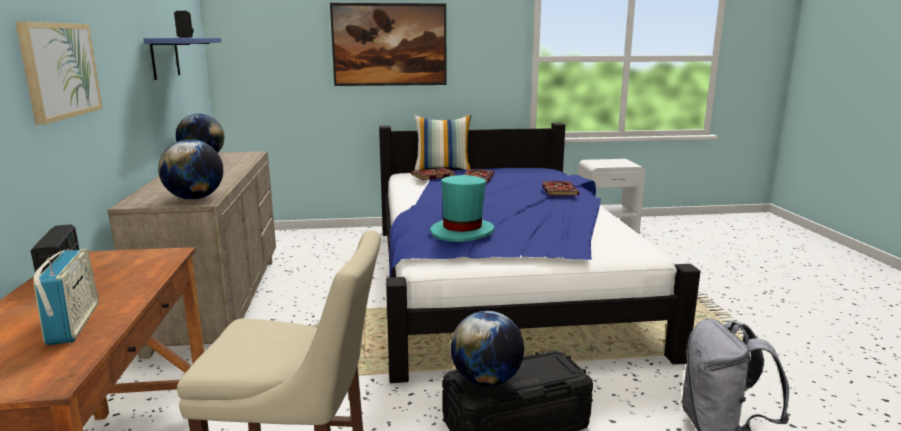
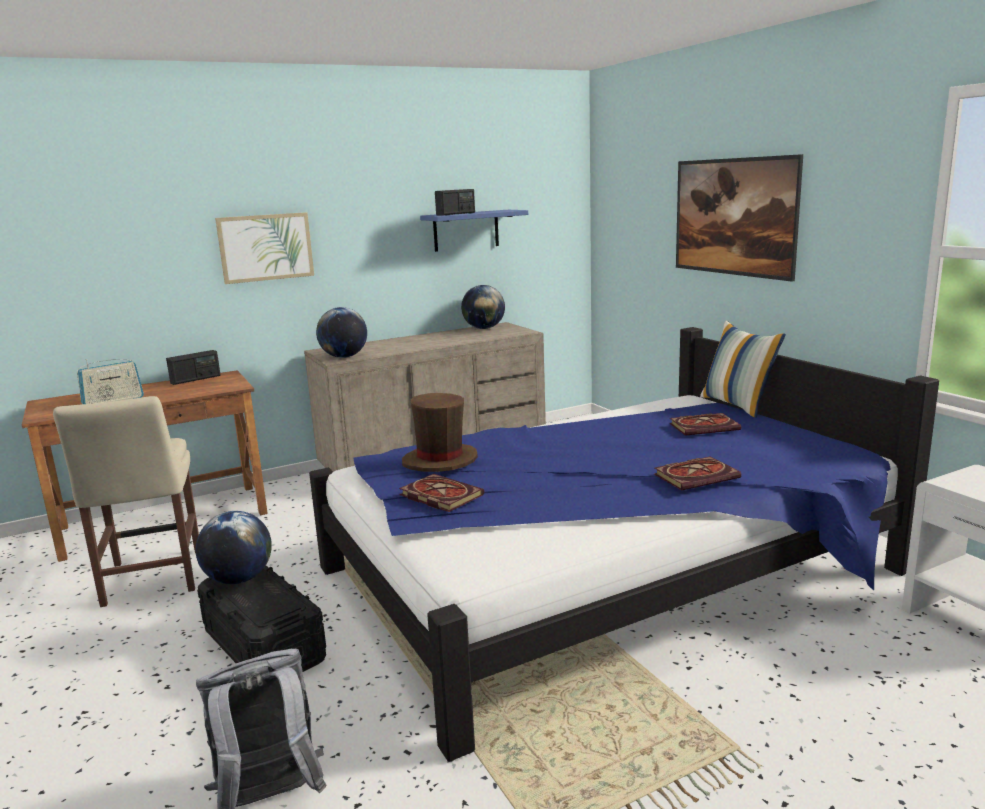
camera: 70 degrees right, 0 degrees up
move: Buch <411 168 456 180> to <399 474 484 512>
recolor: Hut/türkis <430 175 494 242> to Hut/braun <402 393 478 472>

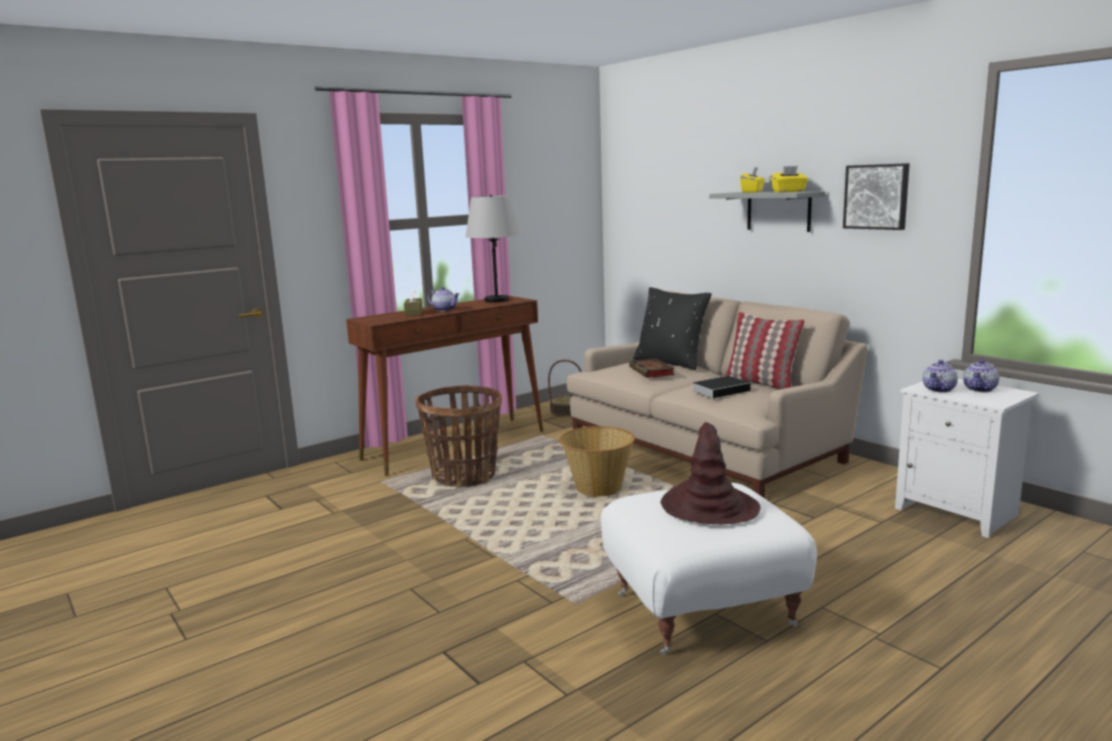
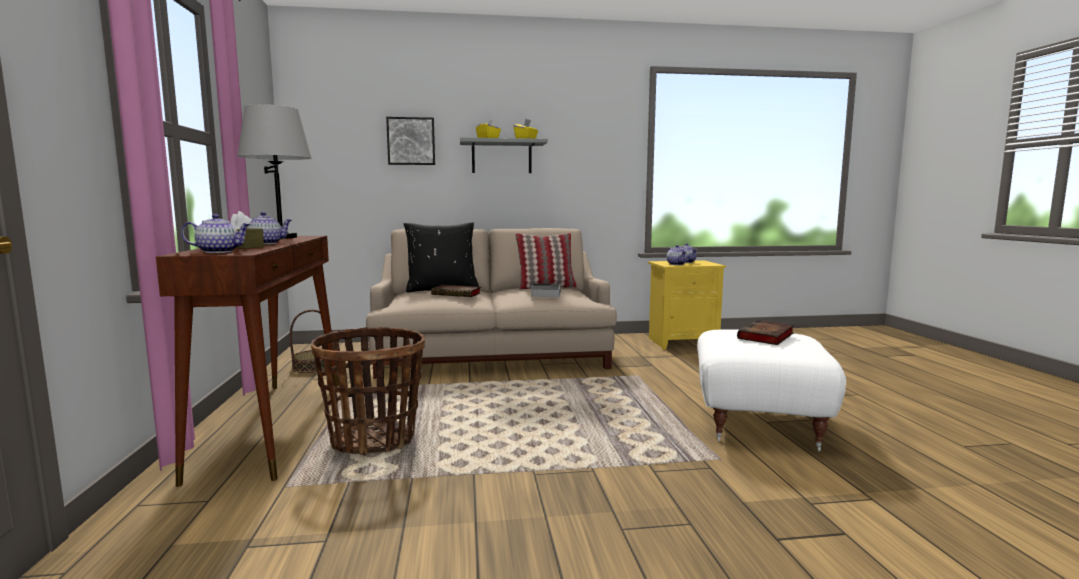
camera: 60 degrees left, 5 degrees down
delete: Korb <559 426 635 497>
insert: Teekanne <181 214 251 253>
move: Bild <843 163 910 230> to <386 117 435 165>
replace: Hut/braun <661 422 761 524> to Buch <737 320 794 345>
recolor: Nachttisch/weiß <895 379 1039 538> to Nachttisch/gelb <648 260 726 350>

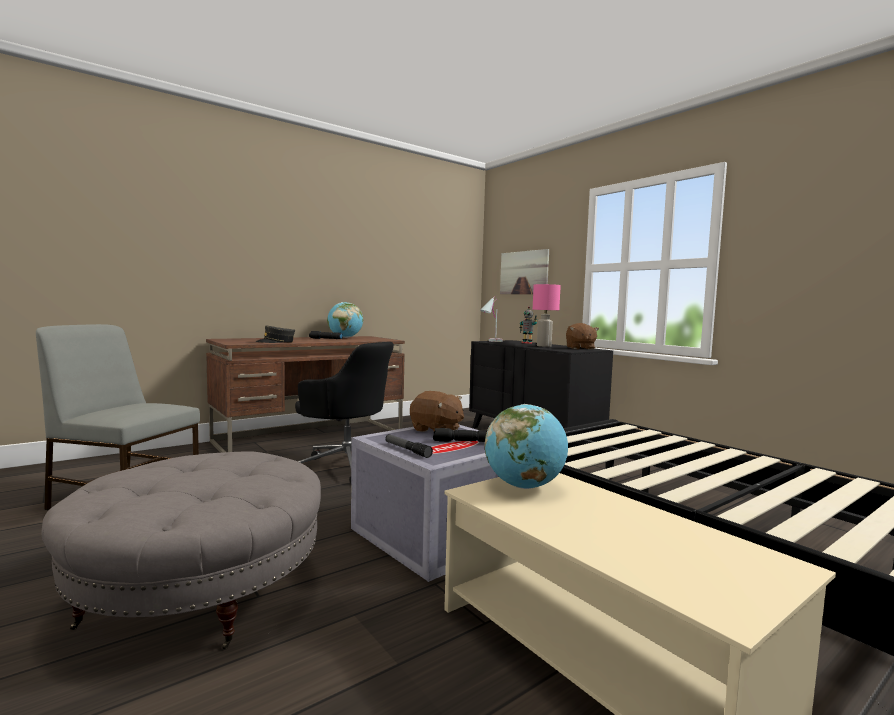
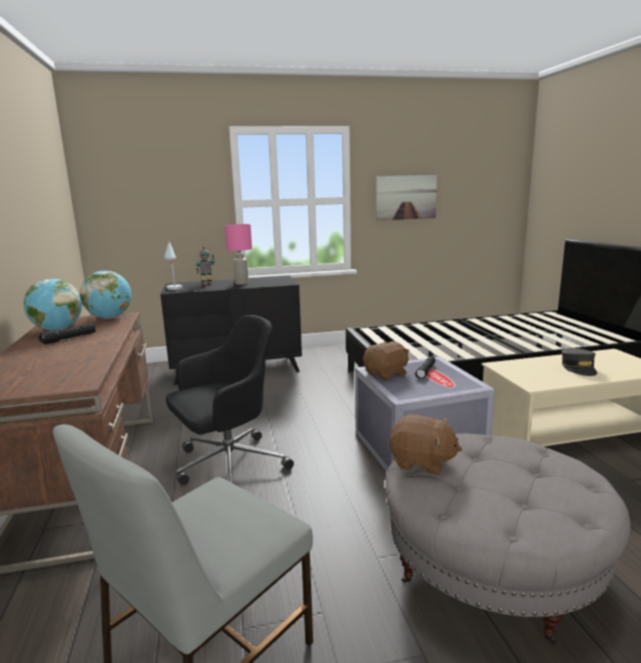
camera: 65 degrees left, 10 degrees up
delete: Taschenlampe <385 434 433 458>
move: Kappe/grau <255 325 295 343> to <562 348 597 376>; Globus <485 404 568 489> to <80 271 131 319>; Bild <500 249 549 294> to <376 175 437 221>; Plüschtier/braun <566 323 599 350> to <390 415 462 475>

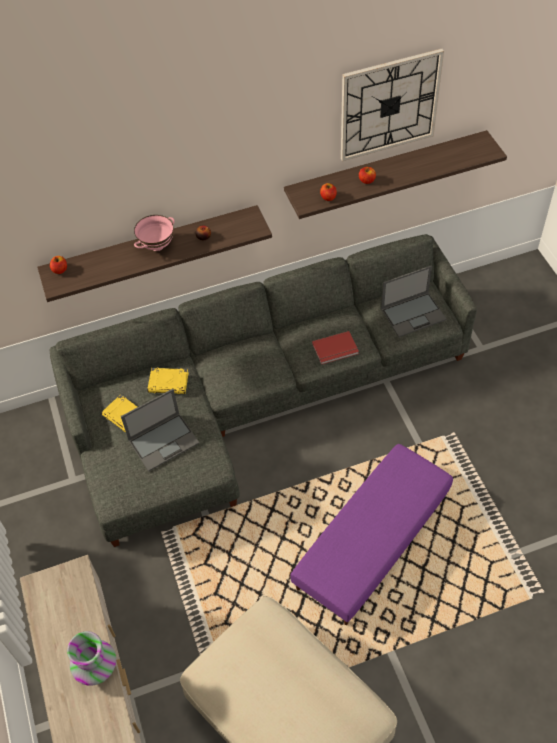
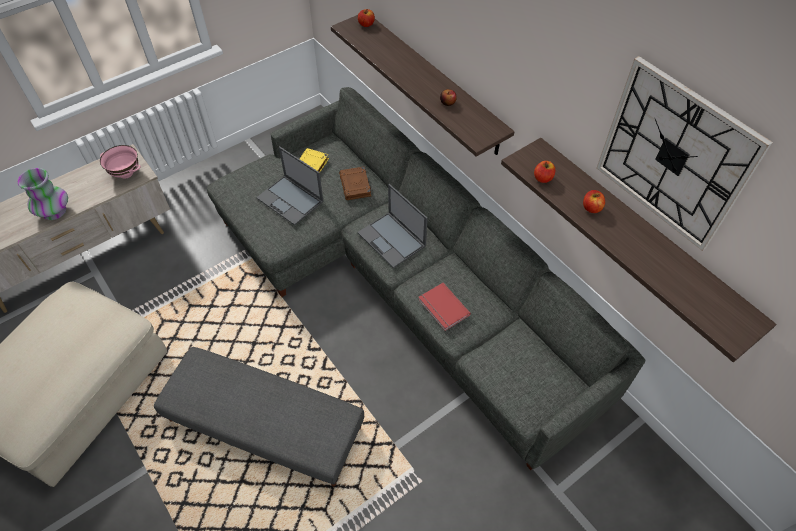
camera: 70 degrees right, 0 degrees up
move: Schüssel/rosa <134 215 175 251> to <100 145 141 179>; Laptop <381 265 447 337> to <358 184 428 268>
recolor: Buch/gelb <147 368 189 394> to Buch/braun <339 166 371 200>; Polsterhocker/lila <291 444 453 625> to Polsterhocker/grau <154 347 364 487>

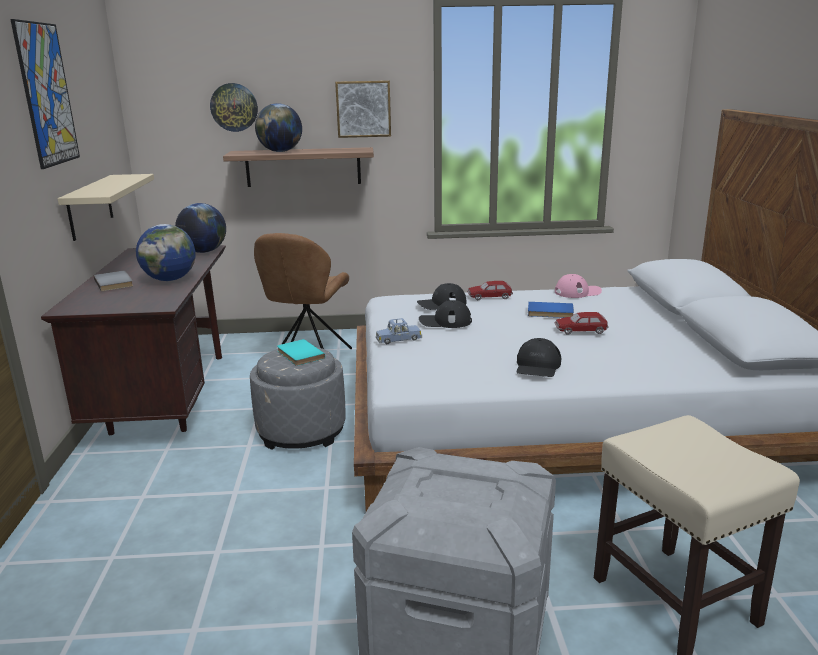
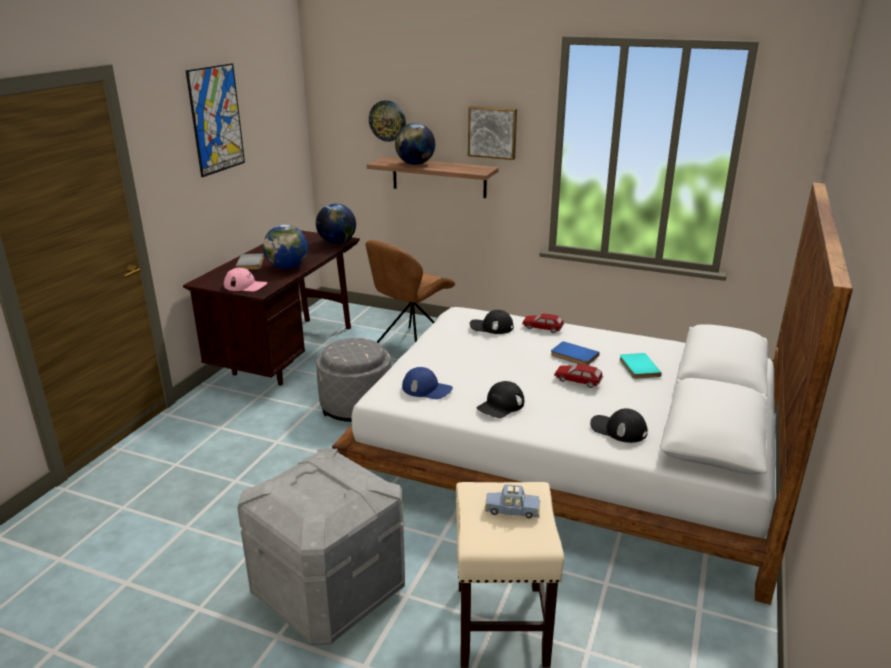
camera: 25 degrees right, 5 degrees up
delete: Wandregal/beige <58 174 154 241>
insert: Kappe/blau <402 367 453 399>
move: Buch/türkis <277 339 325 366> to <619 353 662 379>; Spielzeugauto/blau <376 318 422 344> to <485 484 540 519>; Kappe/schwarz <419 300 472 328> to <590 408 648 443>; Kappe/rosa <555 274 602 298> to <224 268 267 291>

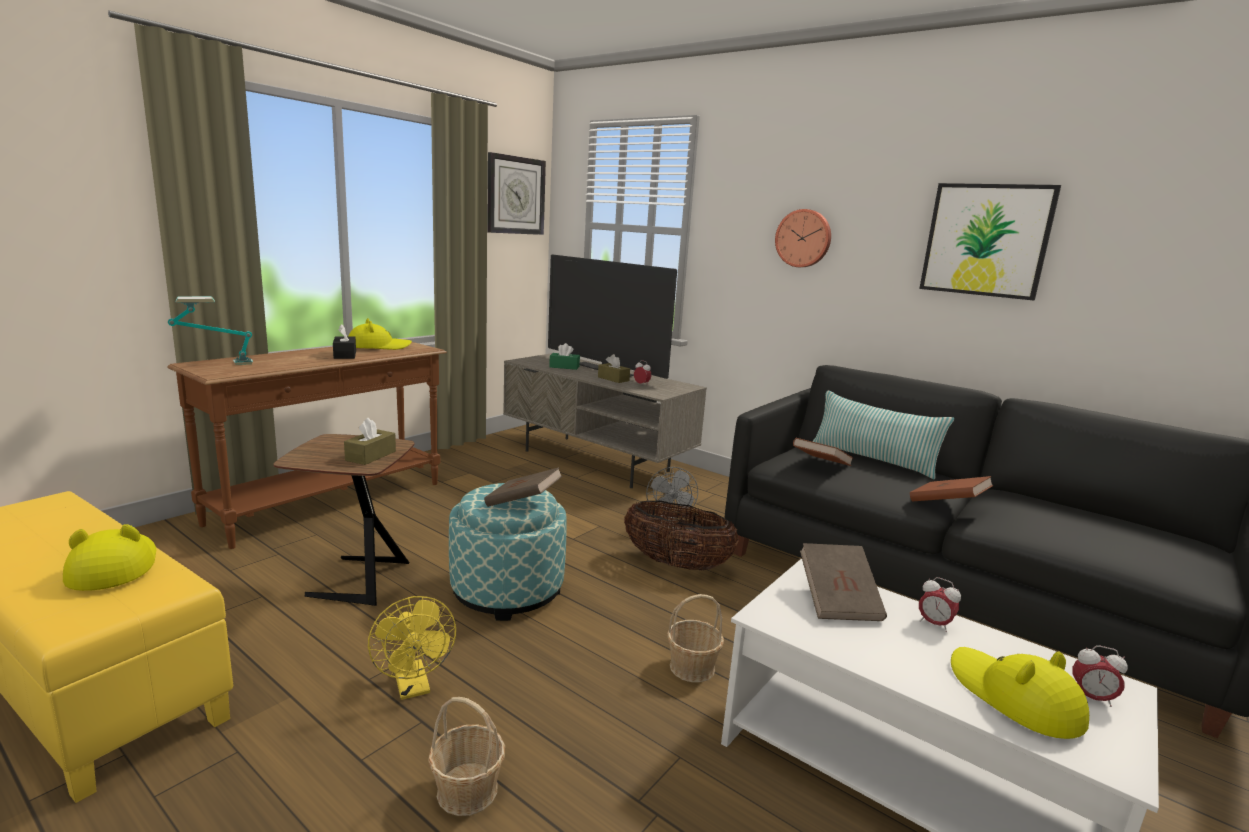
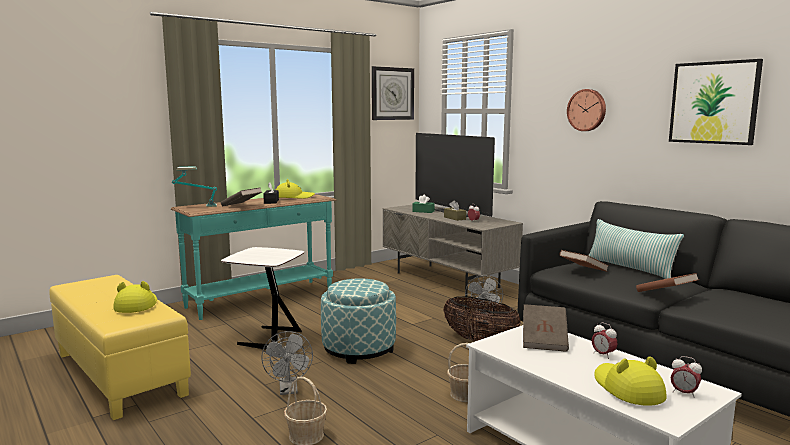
camera: 15 degrees right, 5 degrees down
delete: Taschentuchbox/braun <344 418 396 465>
move: Buch/braun <484 467 562 507> to <221 187 262 206>
recolor: Konsolentisch/braun <167 342 447 549> to Konsolentisch/türkis <171 194 337 320>; Beistelltisch/braun <273 434 415 606> to Beistelltisch/weiß <221 247 305 350>; Ventilator/gelb <368 596 456 700> to Ventilator/grau <261 331 313 395>

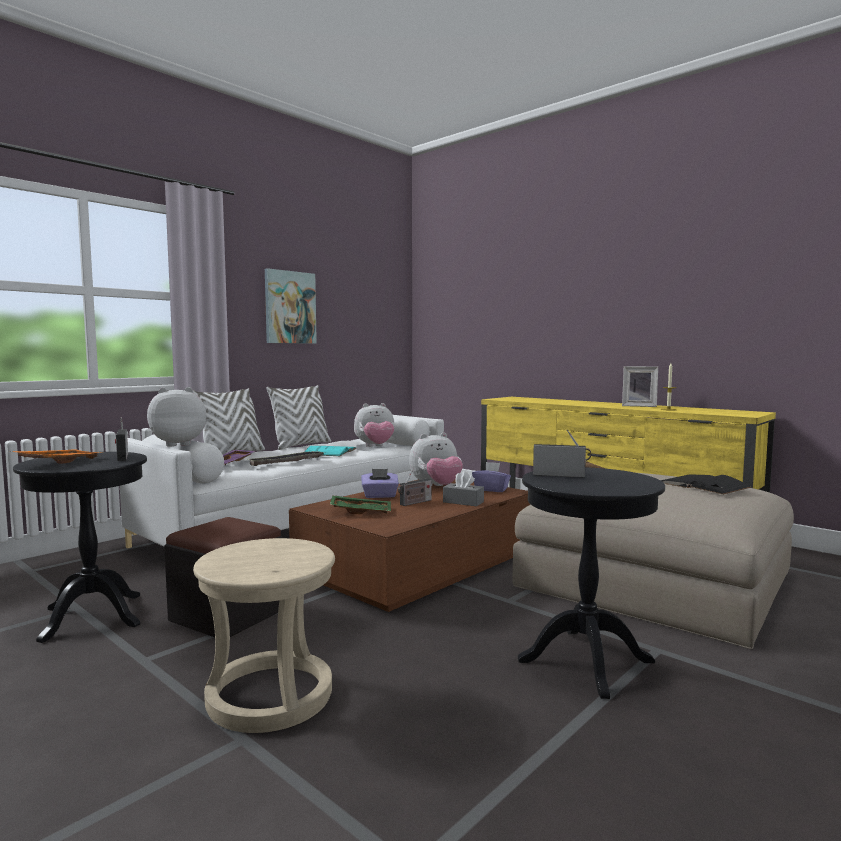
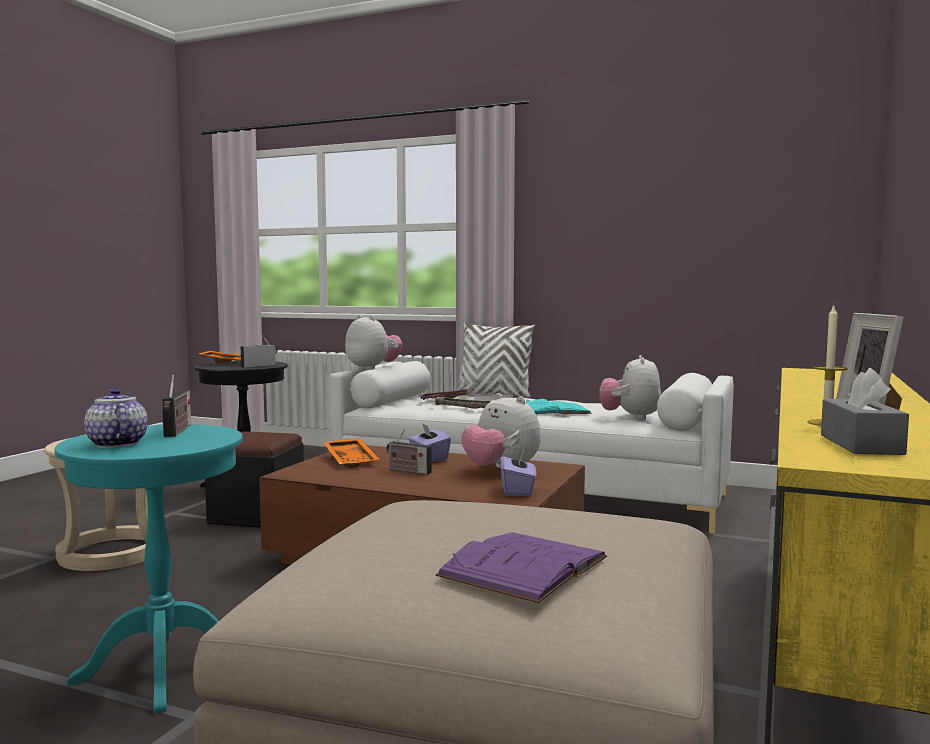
camera: 70 degrees right, 0 degrees up
delete: Bild <265 268 317 344>; Kissen/weiß <266 385 331 450>
insert: Teekanne <84 388 148 448>
move: Taschentuchbox/grau <443 471 484 506> to <821 368 909 455>
recolor: Tablett/grün <330 495 391 514> to Tablett/orange <324 438 379 468>; Beistelltisch/schwarz <518 467 665 699> to Beistelltisch/türkis <54 424 243 714>; Buch/schwarz <661 474 751 495> to Buch/lila <435 532 607 603>
rotate: Plüschtier <354 403 395 447> = <599 355 661 420> 45 degrees clockwise

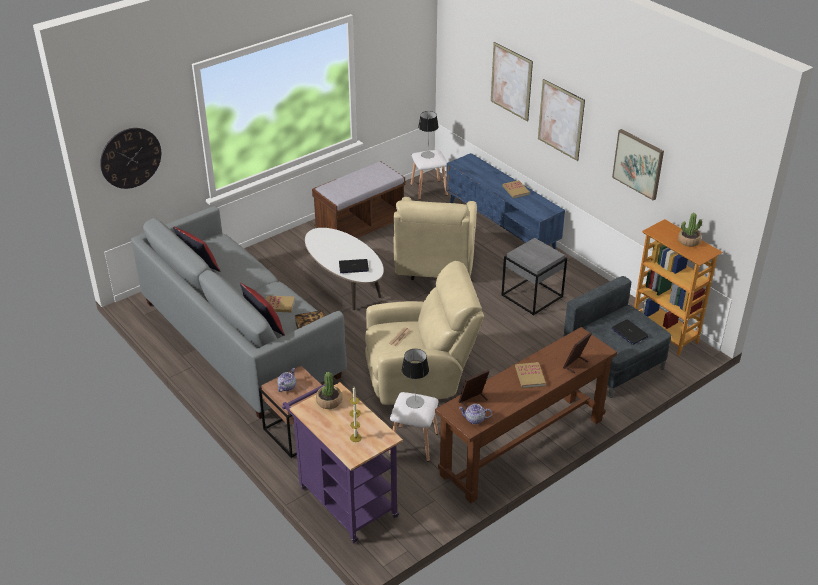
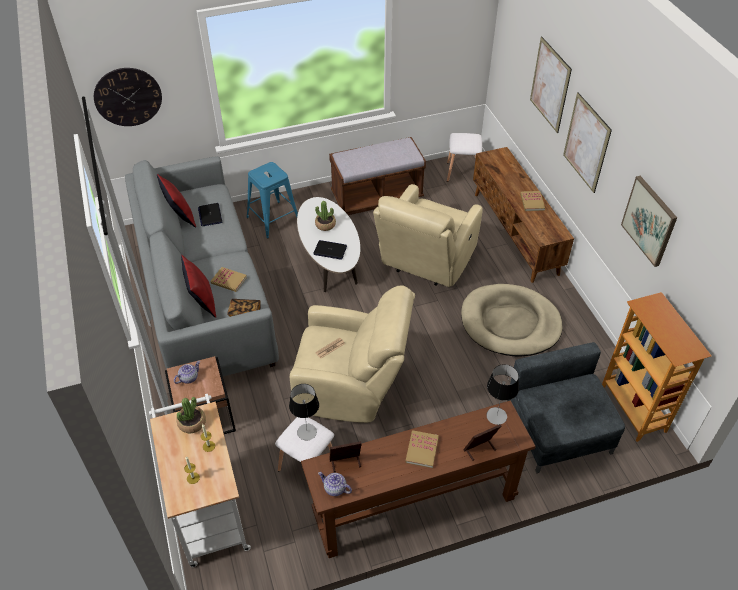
camera: 20 degrees right, 10 degrees up
insert: Hocker/blau <247 162 298 239>
move: Tischlampe <418 111 439 159> to <486 364 519 425>; Laptop <611 319 649 345> to <198 203 222 226>; Topfpflanze <678 213 702 247> to <315 201 336 231>
replace: Beistelltisch/grau <501 238 567 316> to Hundebett/beige <461 284 563 357>
recolor: Rollwagen/lila <282 382 403 543> to Rollwagen/weiß <149 394 251 567>; Fernsehschrank/blau <446 153 565 250> to Fernsehschrank/braun <473 147 574 283>

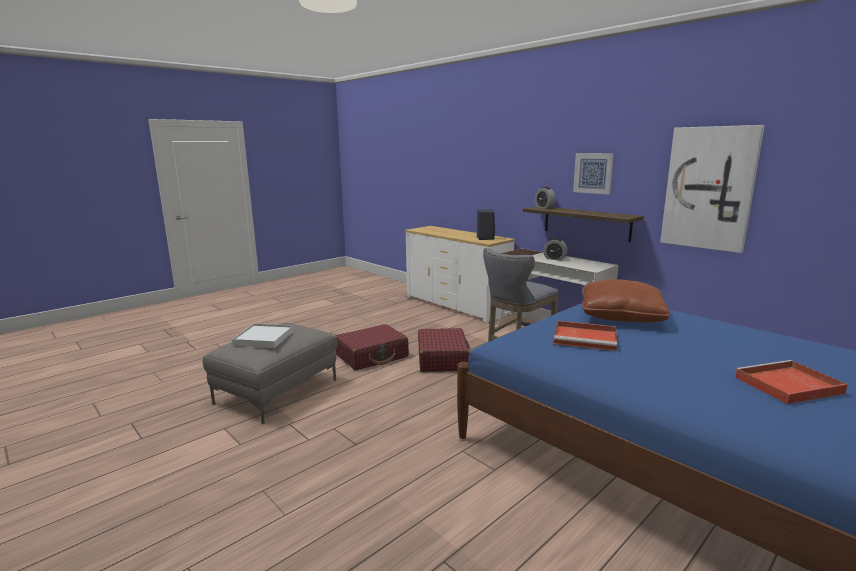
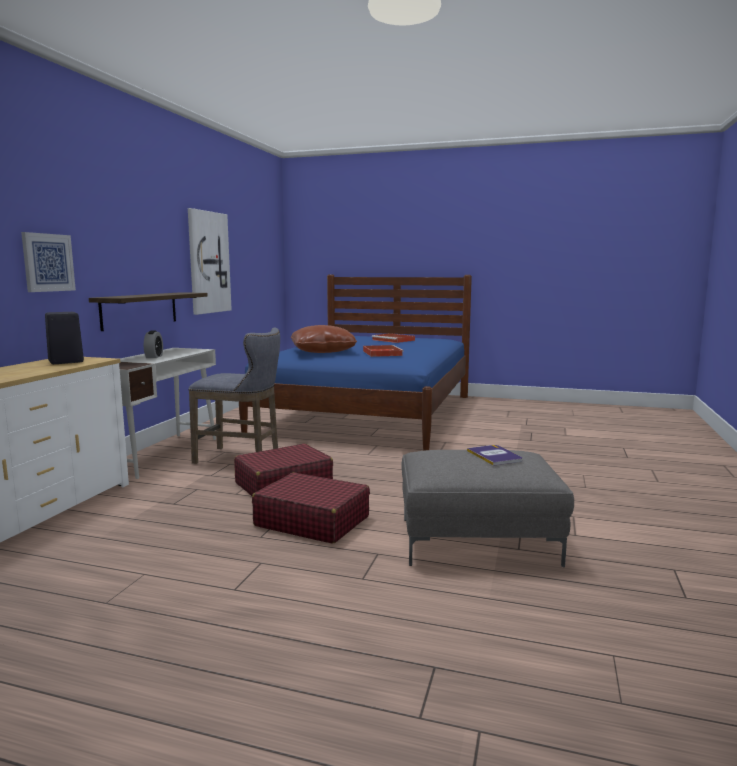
camera: 120 degrees left, 5 degrees down
delete: Wecker <535 187 555 208>
move: Bild <573 153 614 195> to <21 232 76 292>
replace: Tablett/weiß <232 324 294 348> to Buch <467 445 522 466>

